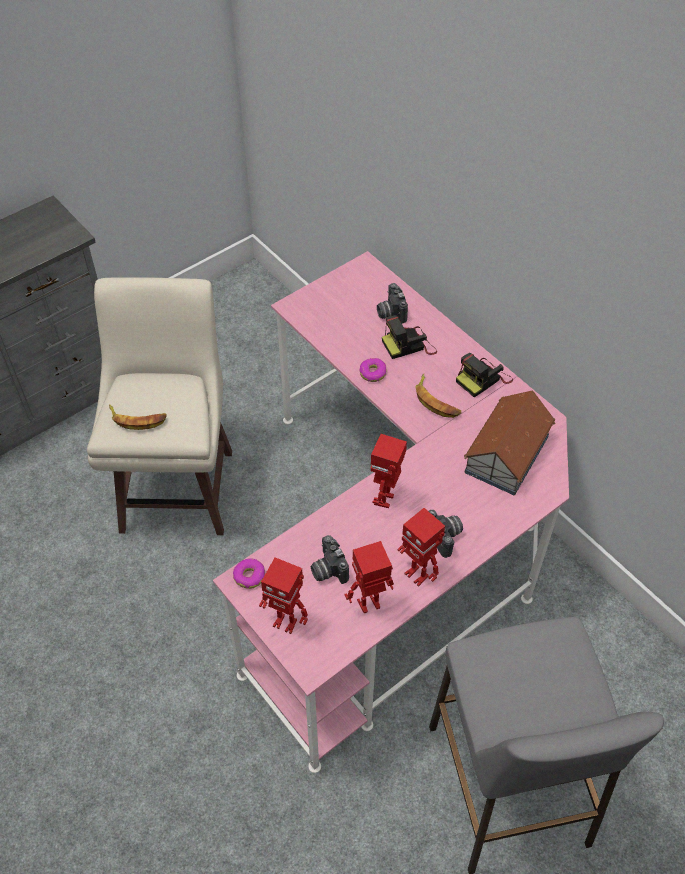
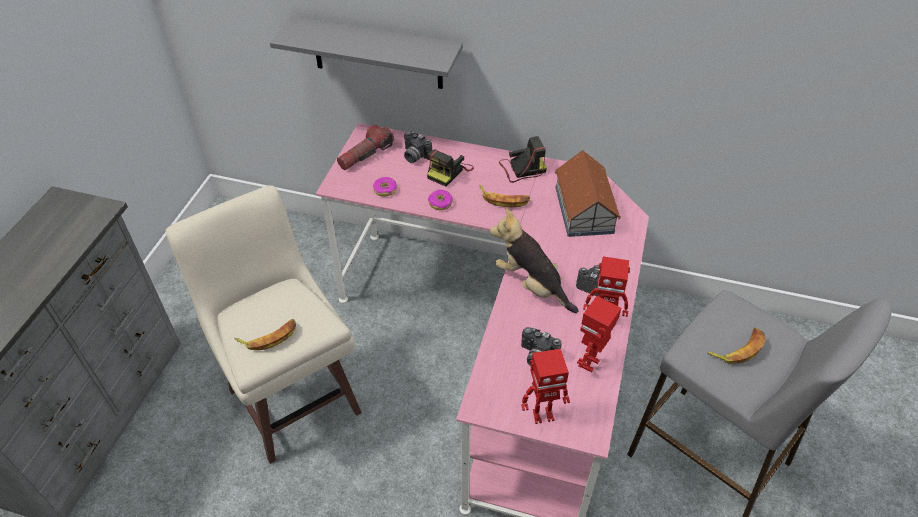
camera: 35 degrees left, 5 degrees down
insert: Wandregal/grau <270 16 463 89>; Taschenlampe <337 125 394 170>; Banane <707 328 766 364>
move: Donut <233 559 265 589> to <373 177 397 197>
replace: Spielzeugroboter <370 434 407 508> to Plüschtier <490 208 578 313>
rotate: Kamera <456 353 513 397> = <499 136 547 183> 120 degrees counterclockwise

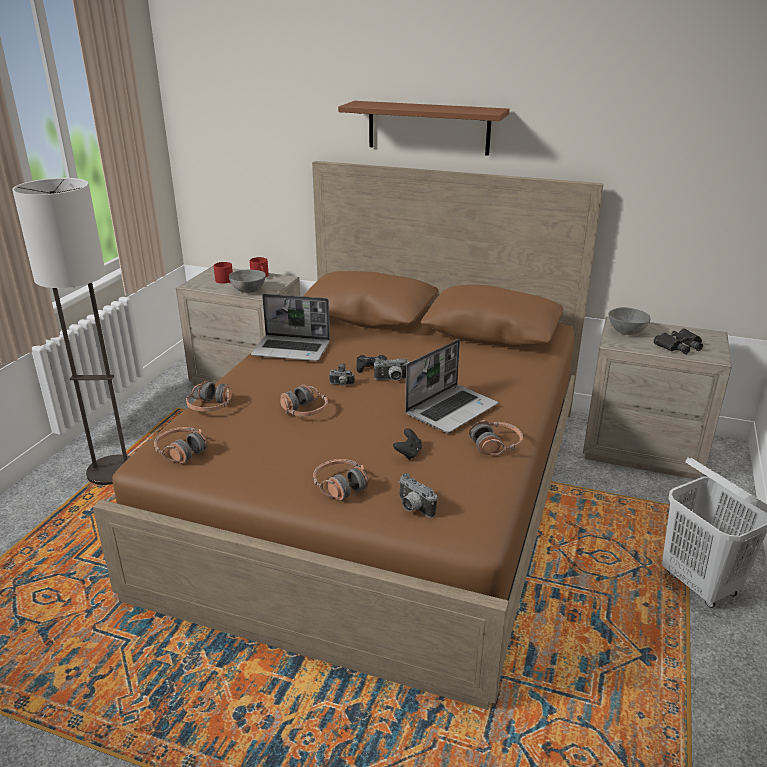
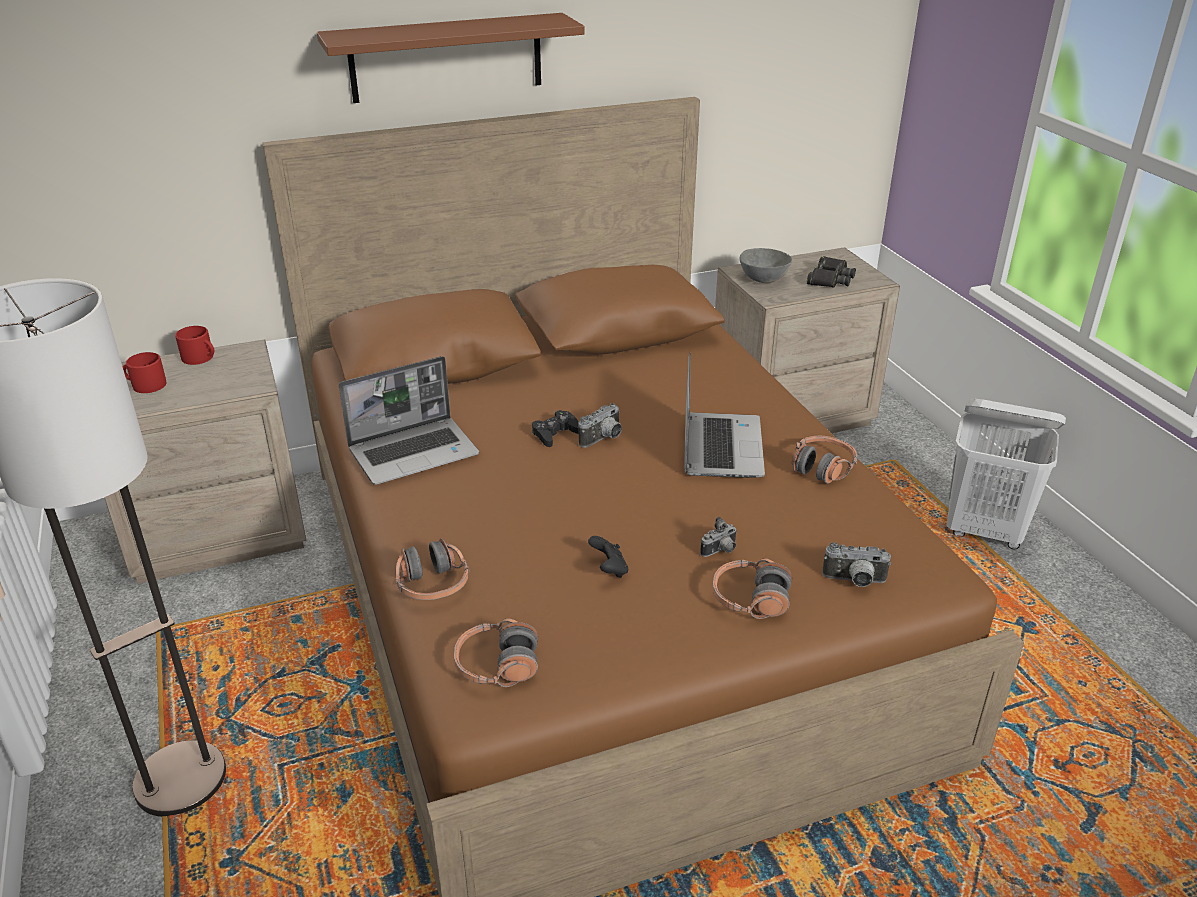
camera: 40 degrees left, 5 degrees up
delete: Schüssel/grau <229 270 266 293>; Kopfhörer <280 384 328 416>
move: Kamera <329 363 355 386> to <700 516 737 557>; Gamepad/schwarz <393 428 422 460> to <588 536 628 578>

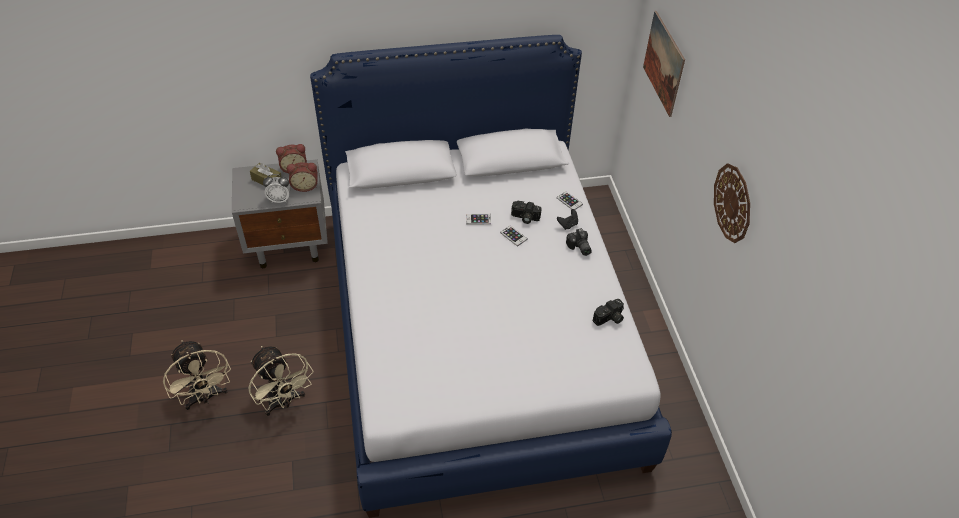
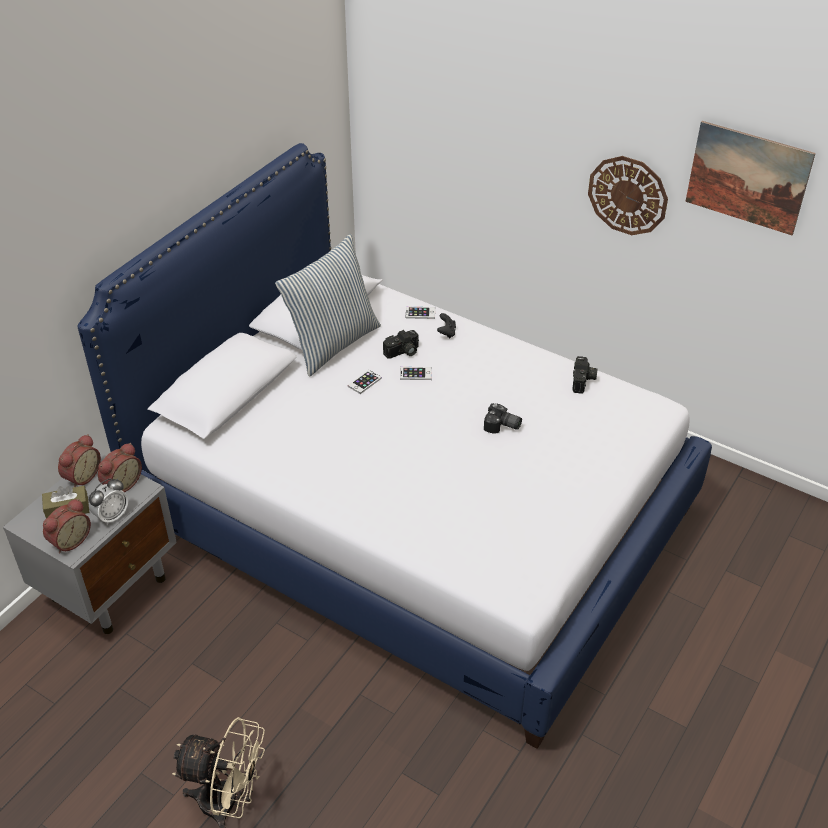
camera: 45 degrees left, 5 degrees down
delete: Ventilator/beige <248 346 314 416>
insert: Wecker <43 499 91 553>; Kissen <275 234 381 377>
move: Kamera <566 228 592 256> to <484 403 522 434>; Bild <643 11 685 117> to <685 121 816 235>

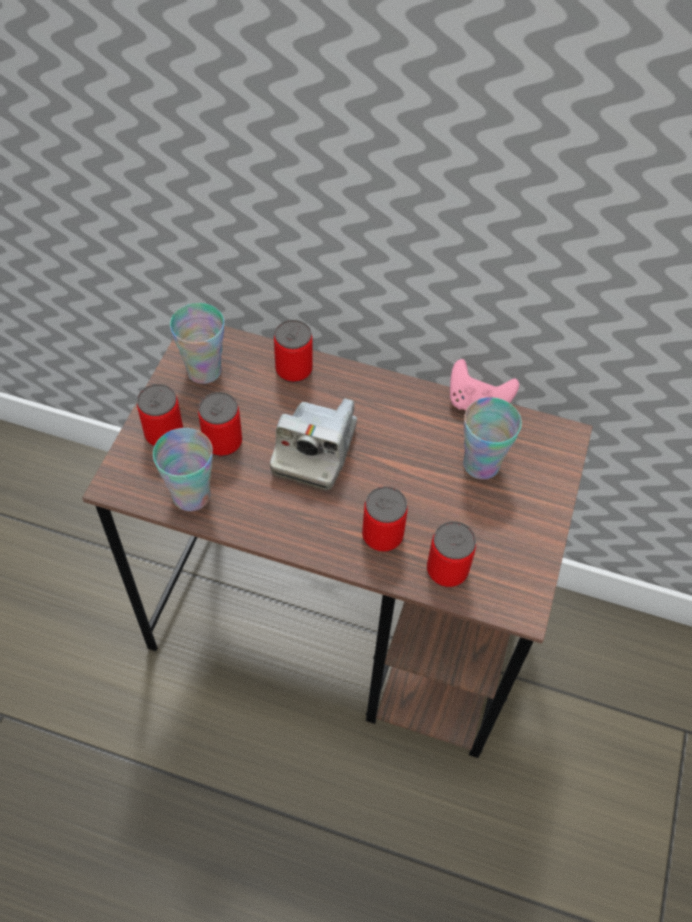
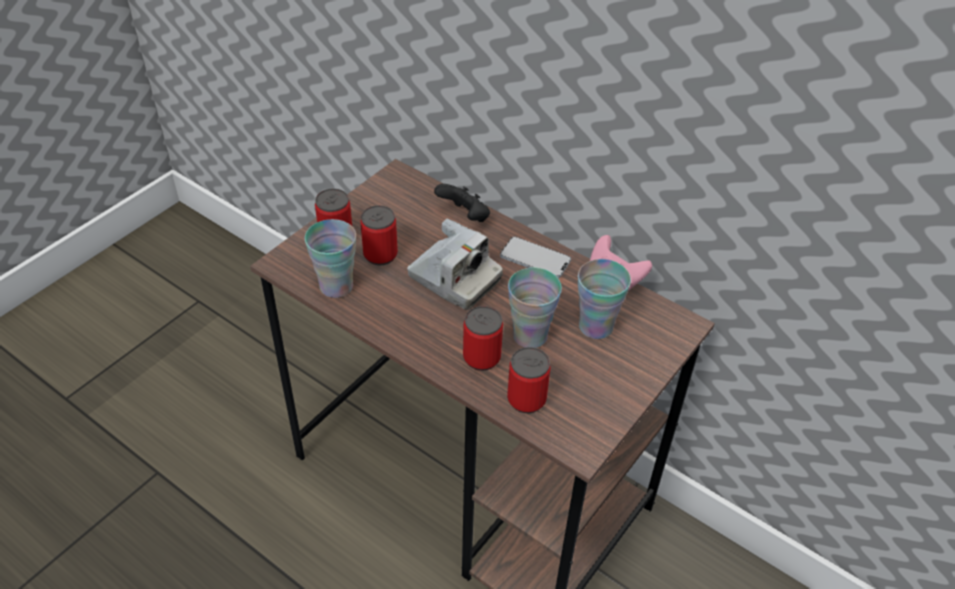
camera: 20 degrees right, 10 degrees down
insert: Handy <500 236 571 278>
move: Tasse <170 303 224 384> to <508 268 562 348>
replace: Dose <274 320 313 383> to Gamepad/schwarz <434 184 490 222>
rotate: Kamera <270 399 357 490> = <407 218 503 310> 90 degrees counterclockwise

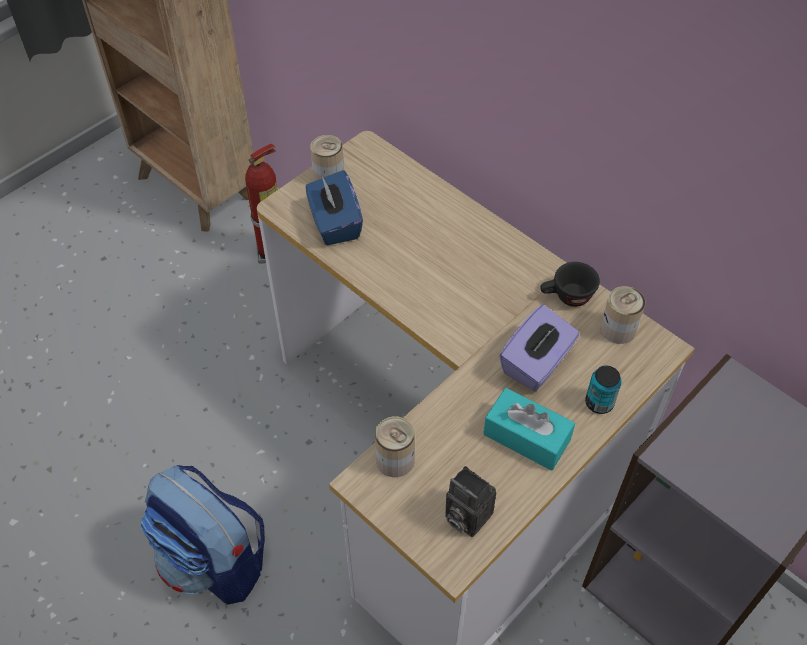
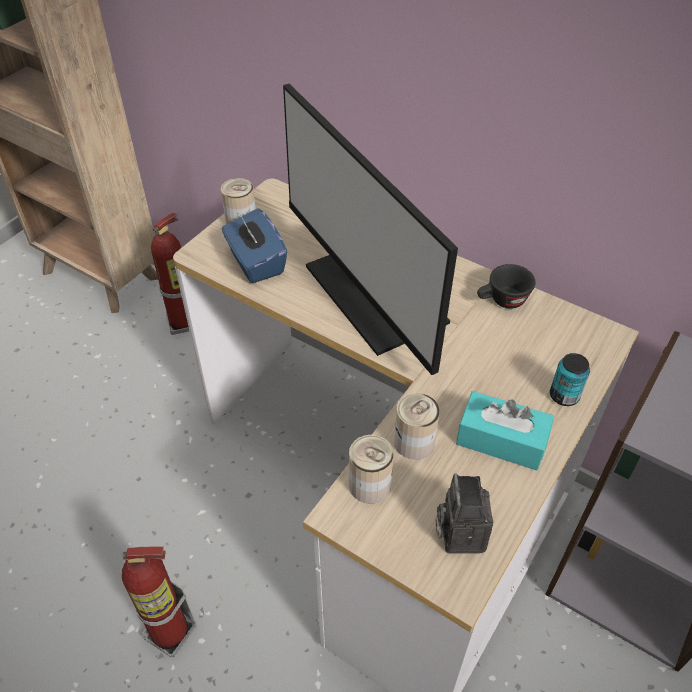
camera: 10 degrees left, 5 degrees down
delete: Taschentuchbox/lila <499 305 580 391>
insert: Monitor <283 84 458 375>
move: Dose <600 286 645 344> to <394 393 440 460>
replace: Rucksack <141 465 265 605> to Feuerlöscher <122 546 196 658>
rotate: Kamera <445 466 496 537> = <435 473 493 554> 60 degrees clockwise

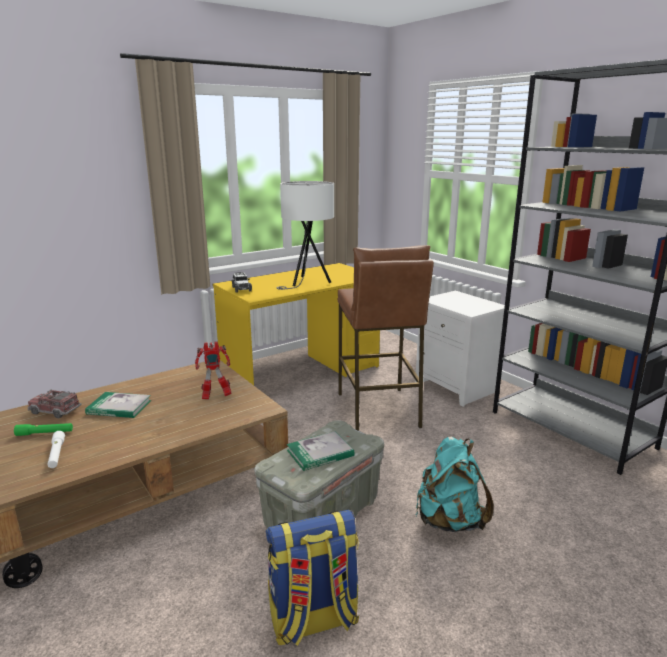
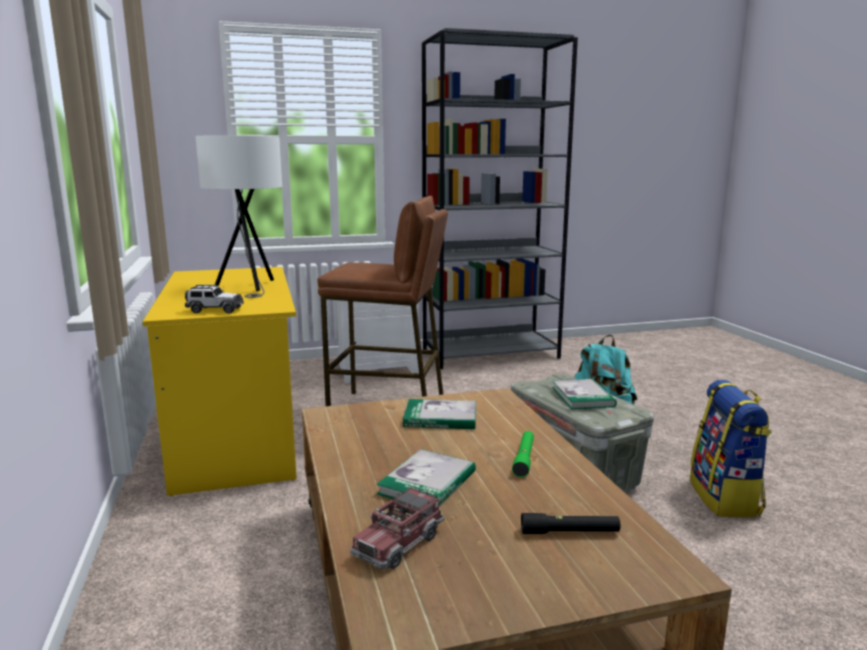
camera: 70 degrees left, 5 degrees down
move: Taschenlampe/grün <14 423 73 436> to <512 431 534 477>
replace: Spielzeugroboter <195 341 232 400> to Buch <403 399 476 429>
recolor: Taschenlampe/weiß <47 431 65 468> to Taschenlampe/schwarz <521 513 620 534>

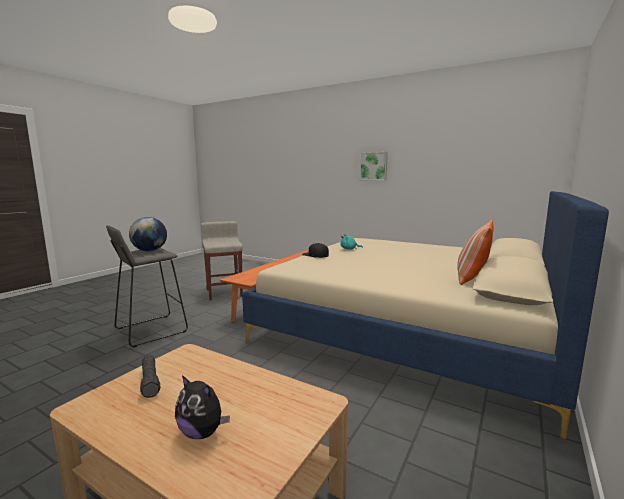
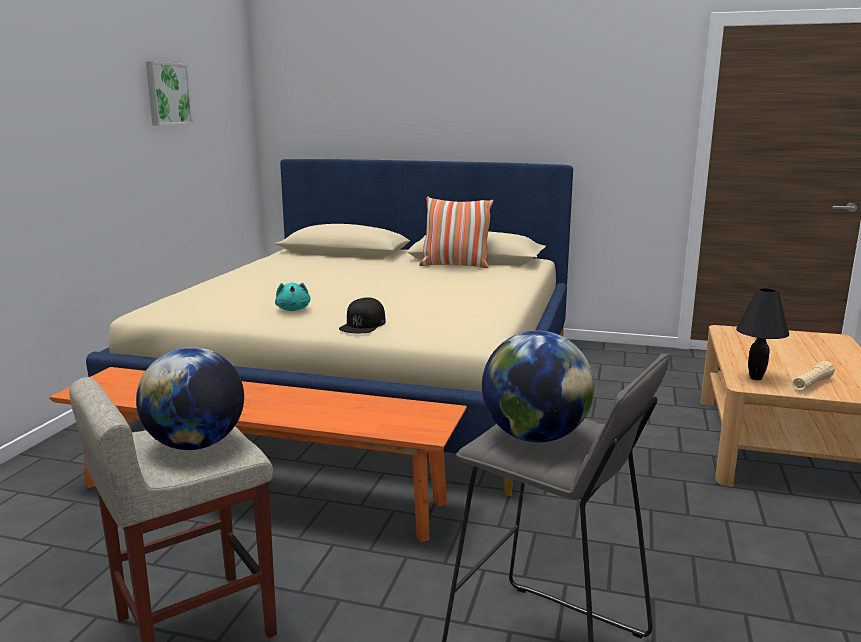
camera: 105 degrees left, 5 degrees up
delete: Plüschtier <175 375 230 439>
insert: Globus <136 347 244 450>; Tischlampe/schwarz <736 287 789 380>
move: Bild <360 152 388 180> to <146 61 193 125>
recolor: Taschenlampe/schwarz <140 355 160 398> to Taschenlampe/beige <793 361 835 391>

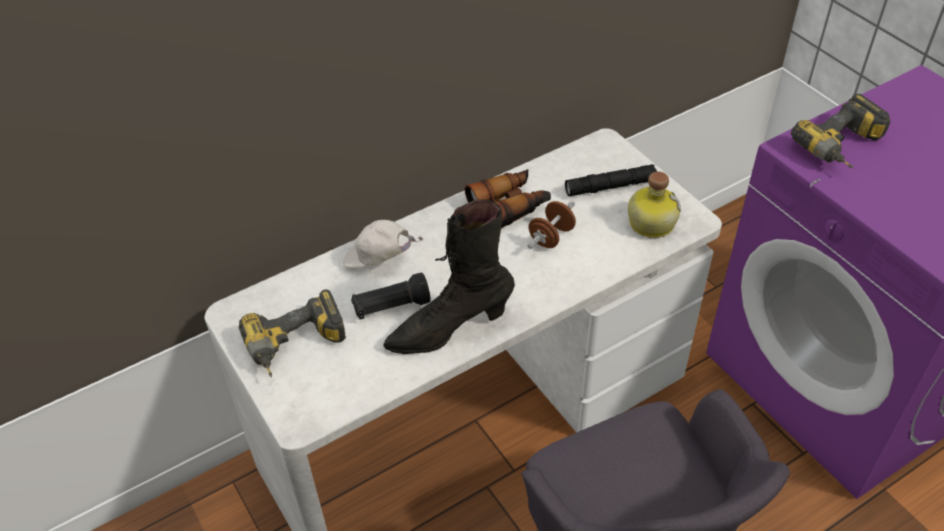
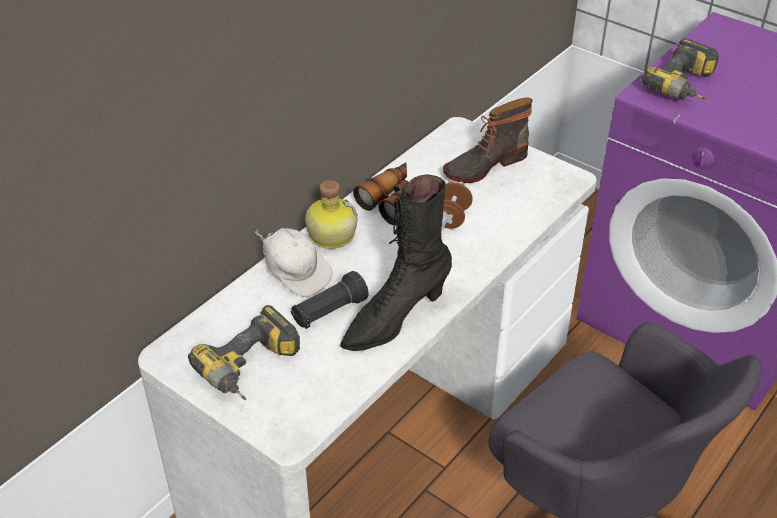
camera: 20 degrees left, 5 degrees down
move: Flasche <628 171 681 238> to <305 180 358 249>
replace: Taschenlampe/schwarz <565 164 657 196> to Stiefel <443 97 533 183>
rotate: Kappe/weiß <343 220 424 268> = <254 228 332 297> 135 degrees counterclockwise

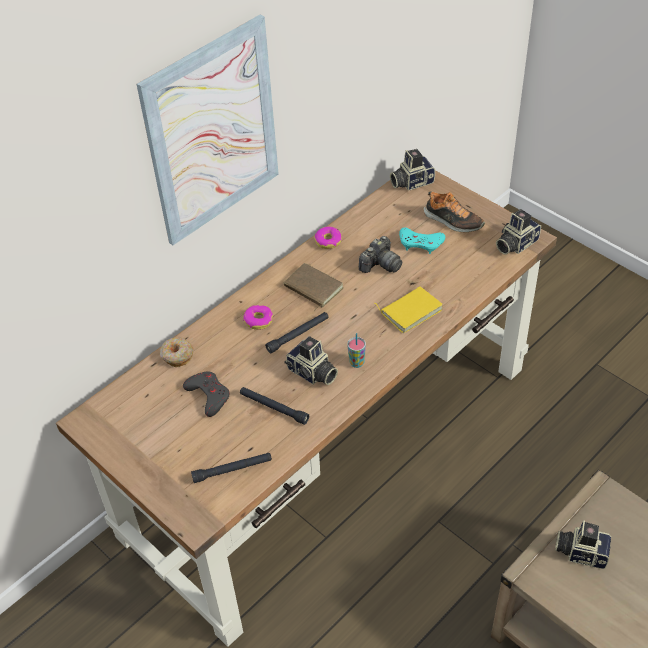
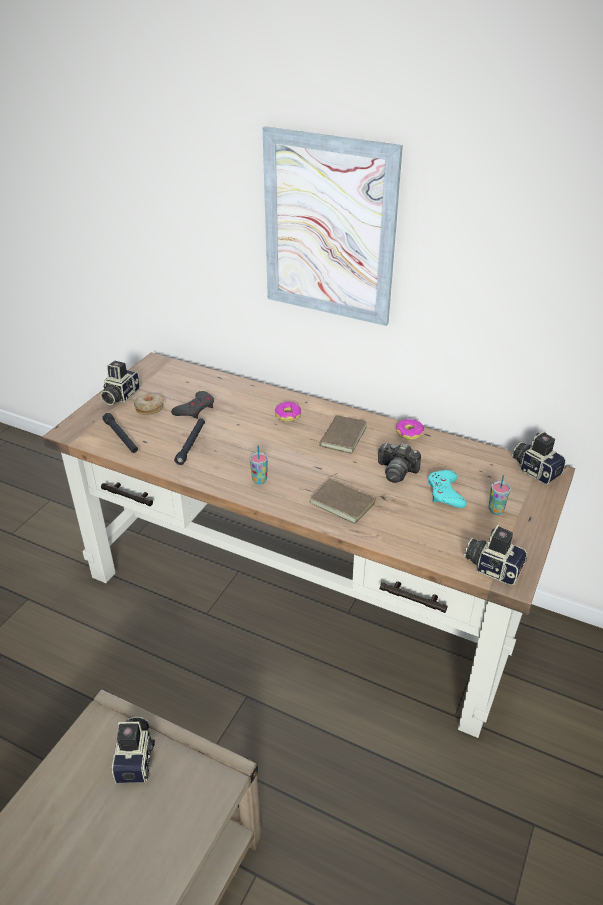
camera: 70 degrees right, 10 degrees down
delete: Taschenlampe/schwarz <265 312 328 353>
move: Donut <160 337 193 367> to <134 393 164 415>; Kamera <284 336 338 385> to <100 361 140 405>
replace: Schuh <423 191 485 232> to Tasse <489 475 511 515>
recolor: Buch/gelb <375 286 443 333> to Buch/braun <310 473 376 524>

